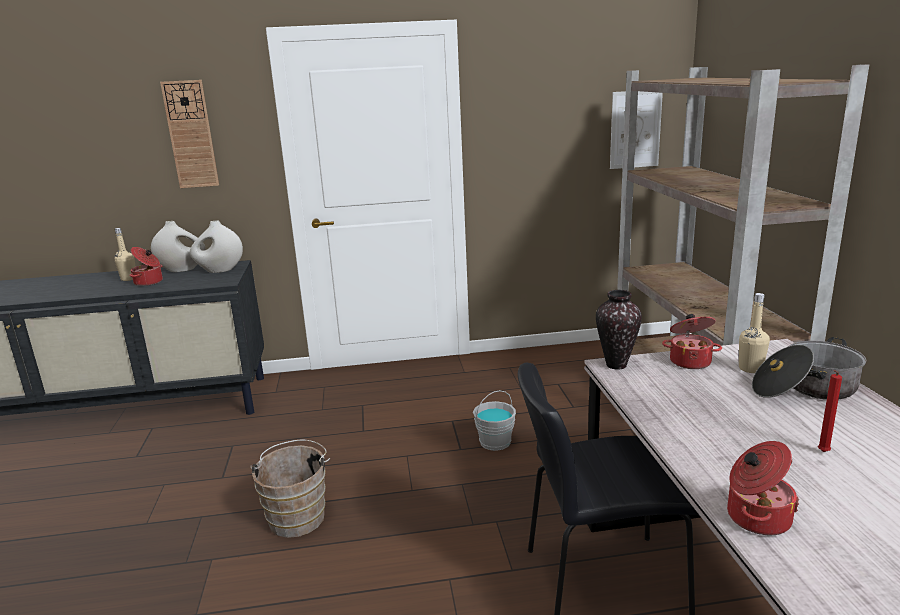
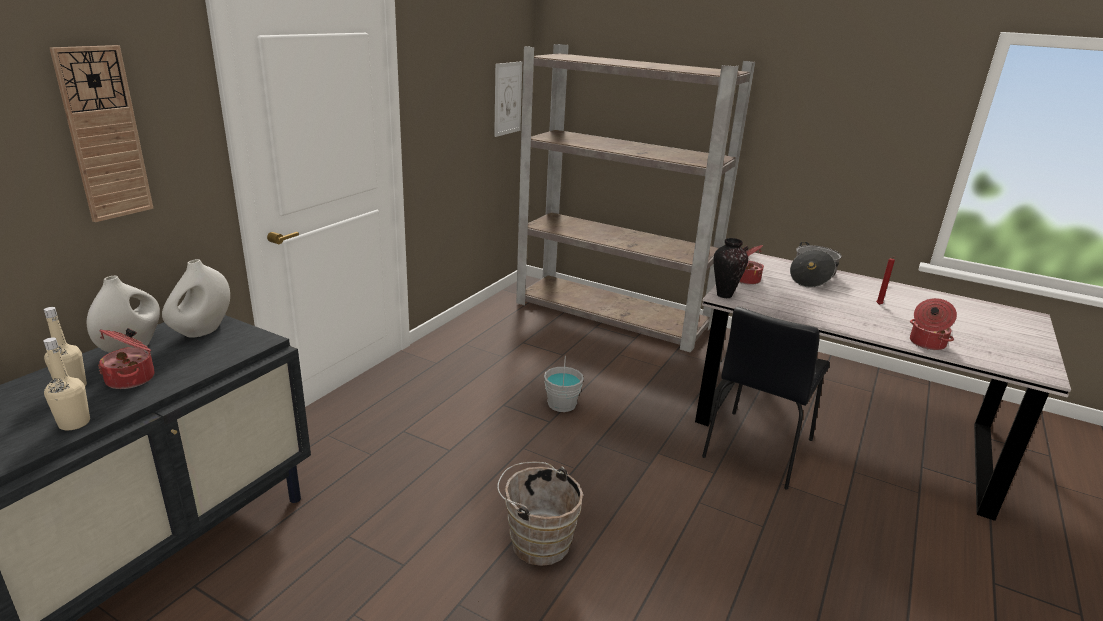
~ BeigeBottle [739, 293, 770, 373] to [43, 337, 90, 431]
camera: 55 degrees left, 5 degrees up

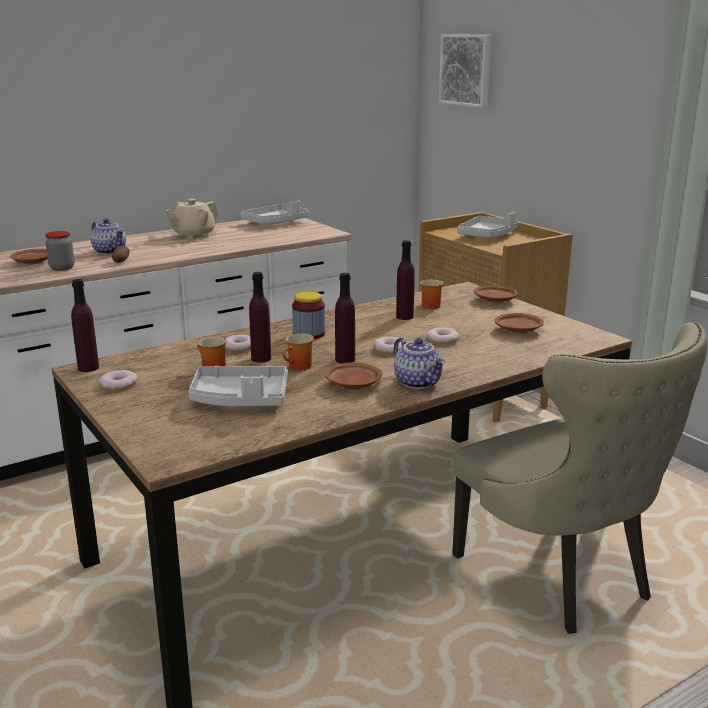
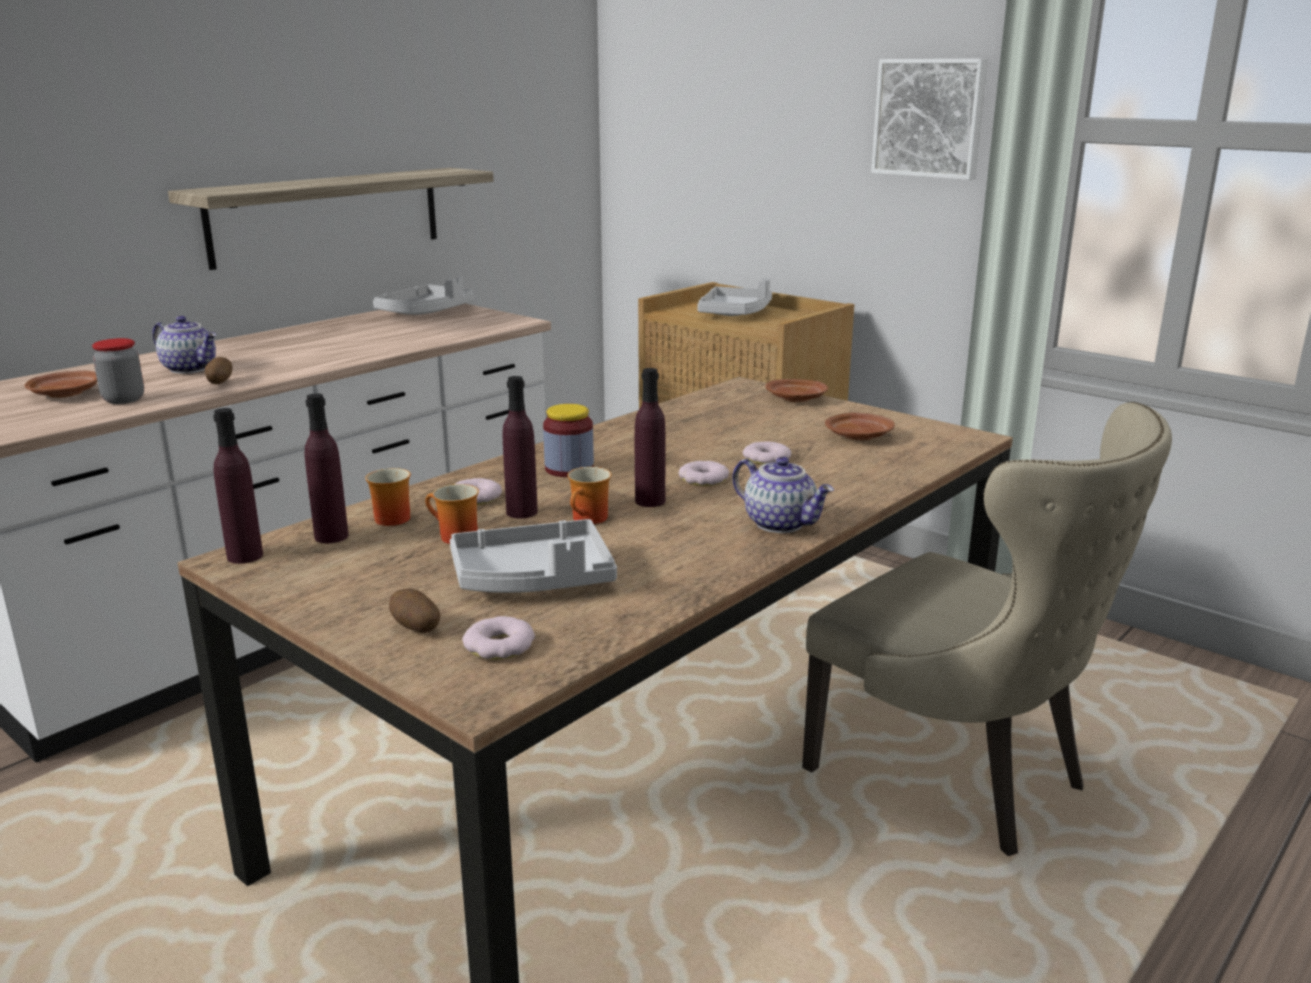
~ Donut [99, 370, 138, 390] to [462, 616, 535, 660]
- BeigeTeapot [165, 199, 219, 239]
- BrownPlate [325, 362, 382, 389]
~ PurpleBottle [396, 240, 415, 320] to [305, 394, 349, 543]
~ Mug [420, 280, 443, 309] to [365, 468, 411, 526]
~ Picture [439, 34, 492, 108] to [871, 59, 988, 180]
+ Shelf [168, 168, 494, 270]
+ Potato [389, 589, 440, 633]
camera: 15 degrees left, 0 degrees up

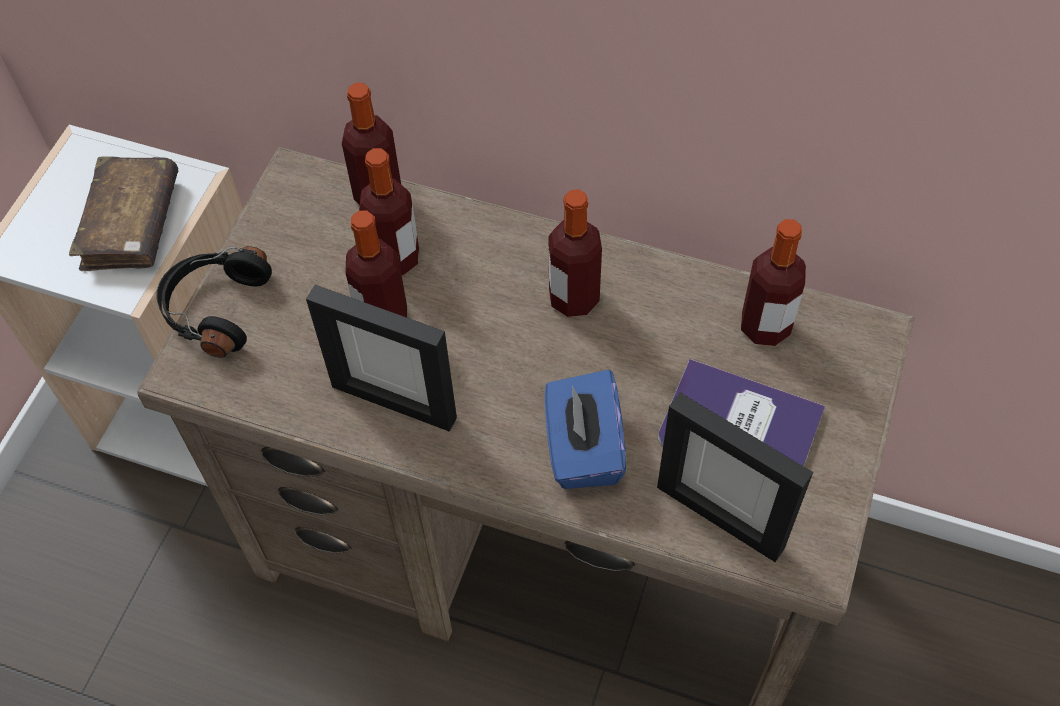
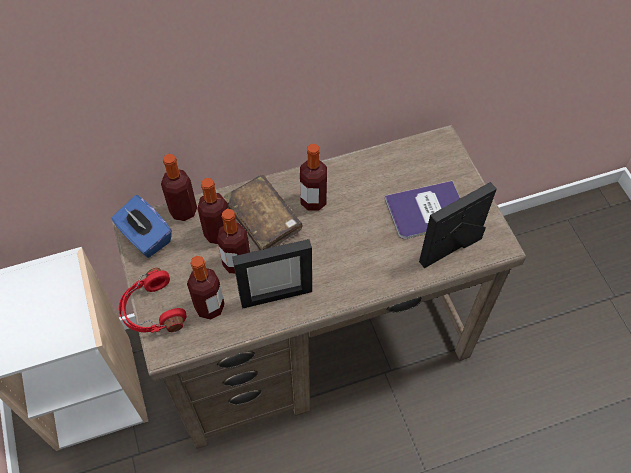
~ BrownBook [69, 156, 178, 271] to [224, 175, 303, 250]
~ BlackHeadphones [157, 246, 272, 358] to RedHeadphones [119, 268, 186, 333]
~ BlueTissueBox [545, 370, 626, 489] to [111, 195, 172, 258]
~ PictureFrame [657, 393, 813, 562] = [419, 182, 497, 268] 150 degrees clockwise
~ Bottle [741, 219, 806, 346] to [187, 256, 225, 320]
camera: 40 degrees left, 0 degrees up

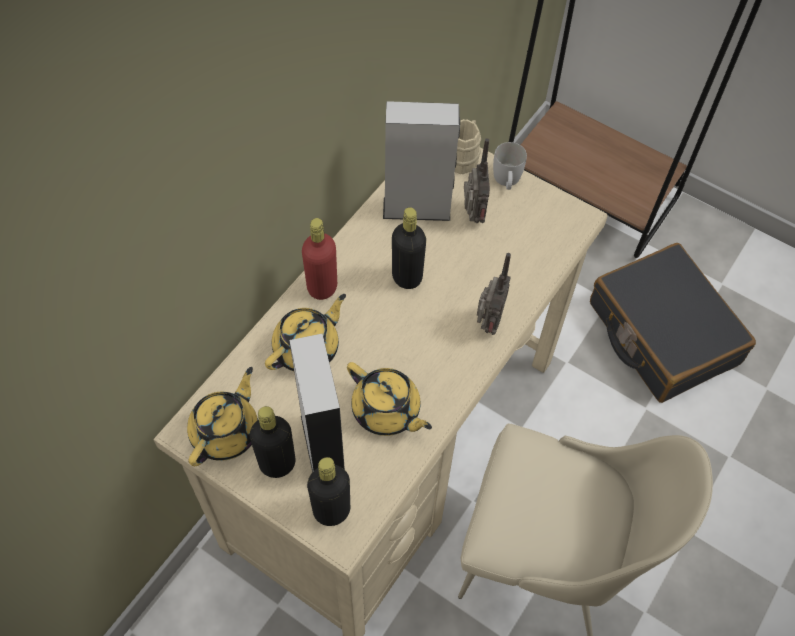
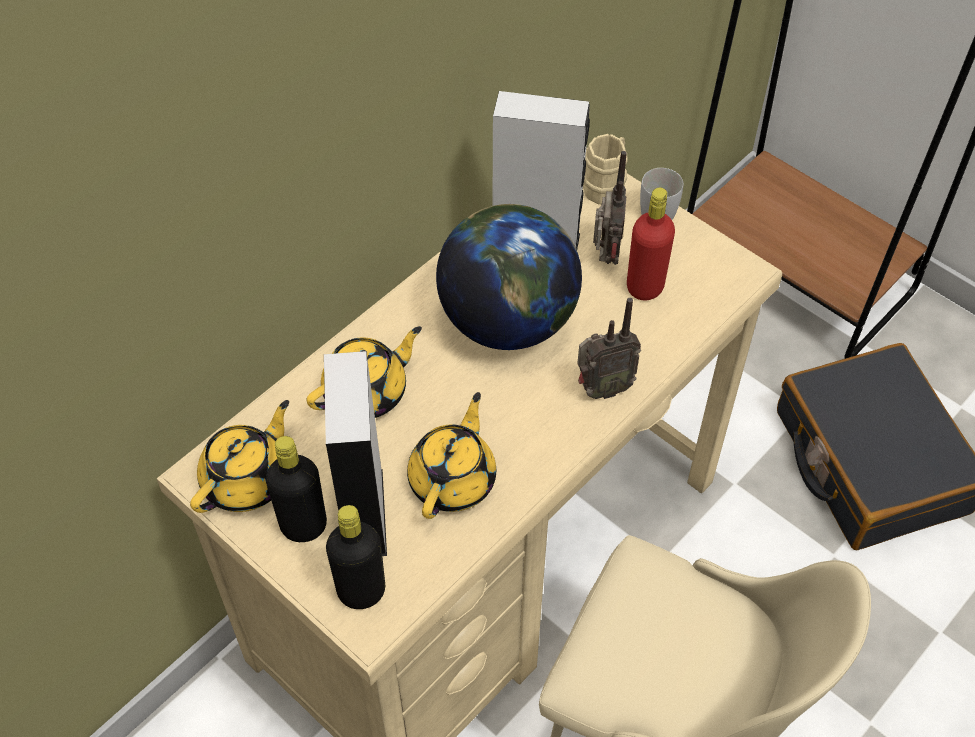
~ RedBottle [302, 218, 337, 300] to [627, 188, 675, 300]
~ YellowTeapot [347, 362, 432, 436] = [407, 392, 496, 519] 120 degrees counterclockwise
~ BlackBottle [392, 207, 426, 289] to Globe [436, 204, 582, 350]
~ Radio [477, 253, 511, 335] = [577, 298, 641, 399] 45 degrees clockwise
camera: 10 degrees right, 5 degrees down

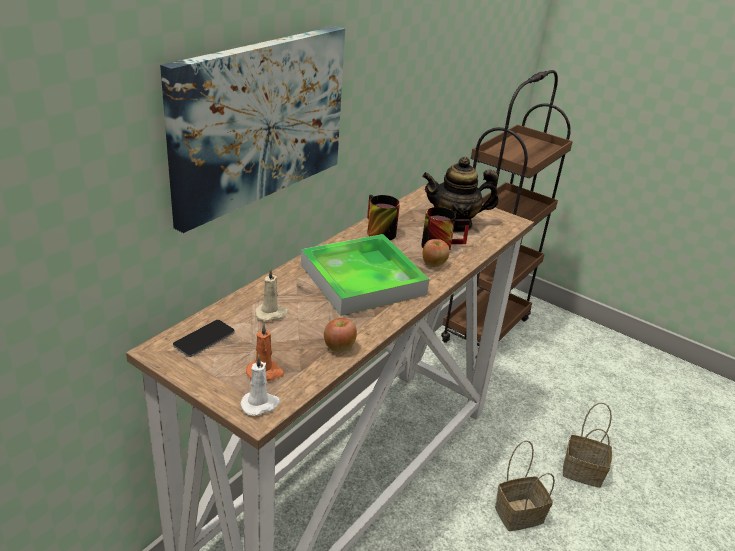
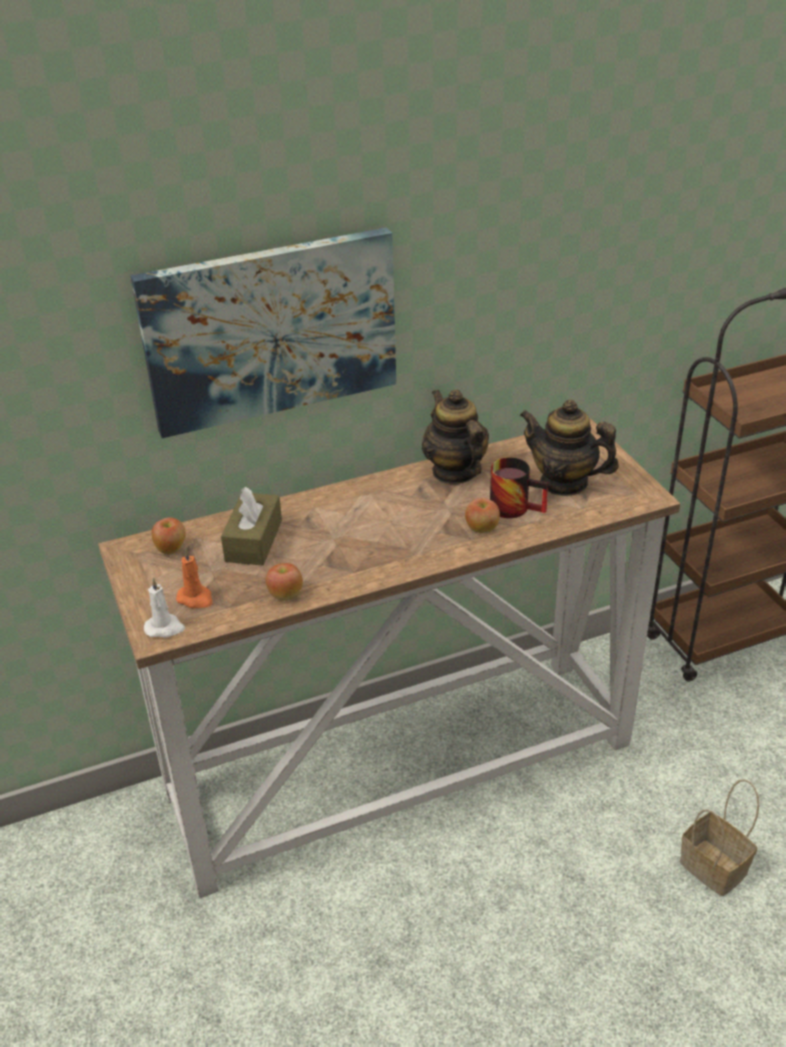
~ Phone [173, 320, 235, 357] to Apple [152, 518, 186, 554]
~ BeigeCandle [255, 268, 289, 321] to BrownTissueBox [221, 487, 282, 566]
- Tray [301, 234, 429, 316]
~ Mug [367, 195, 400, 240] to Teapot [422, 389, 489, 484]
- Basket [495, 440, 555, 531]
camera: 35 degrees right, 5 degrees up

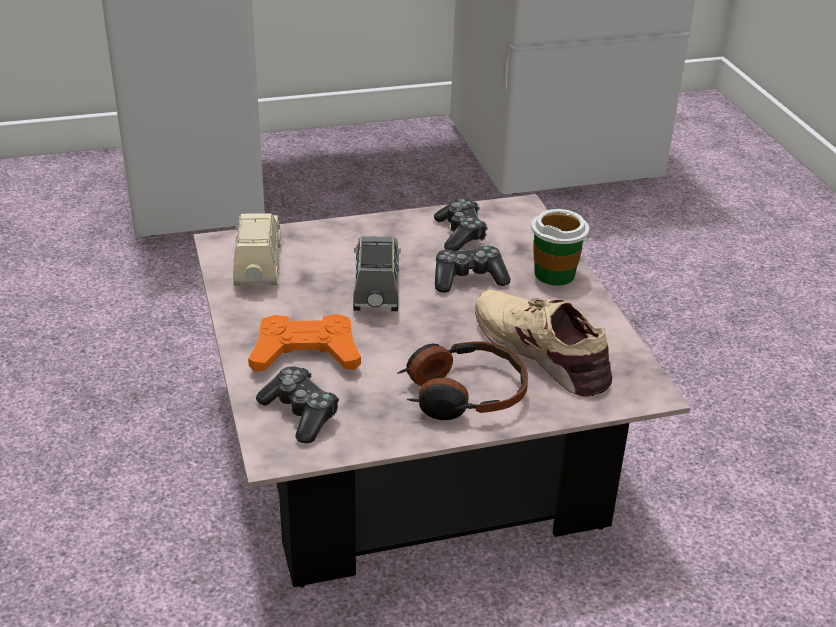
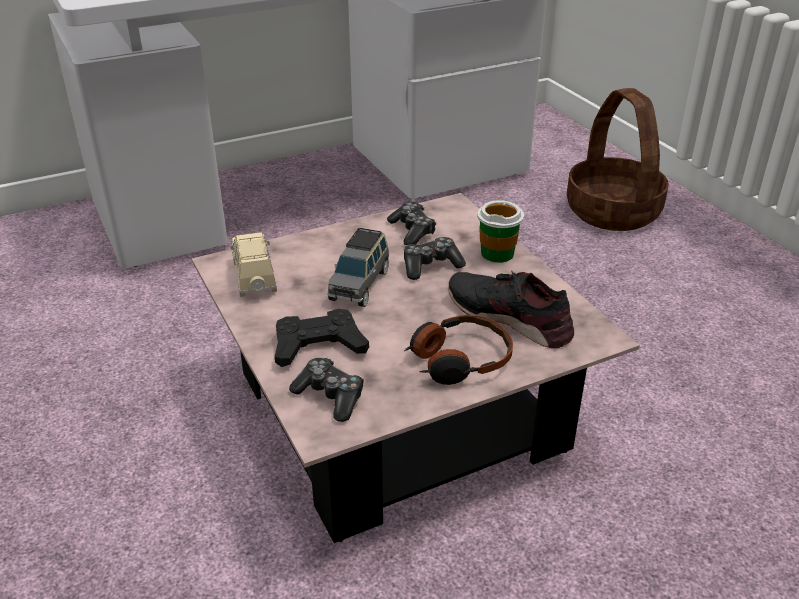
~ OrangeGameController [248, 314, 361, 372] to BlackGameController [275, 309, 369, 367]
~ GreyToyCar [353, 236, 401, 311] = [327, 227, 389, 307] 150 degrees counterclockwise
~ BeigeShoe [475, 290, 612, 397] to BlackShoe [448, 271, 574, 348]
+ Basket [567, 88, 669, 231]
camera: 10 degrees left, 0 degrees up

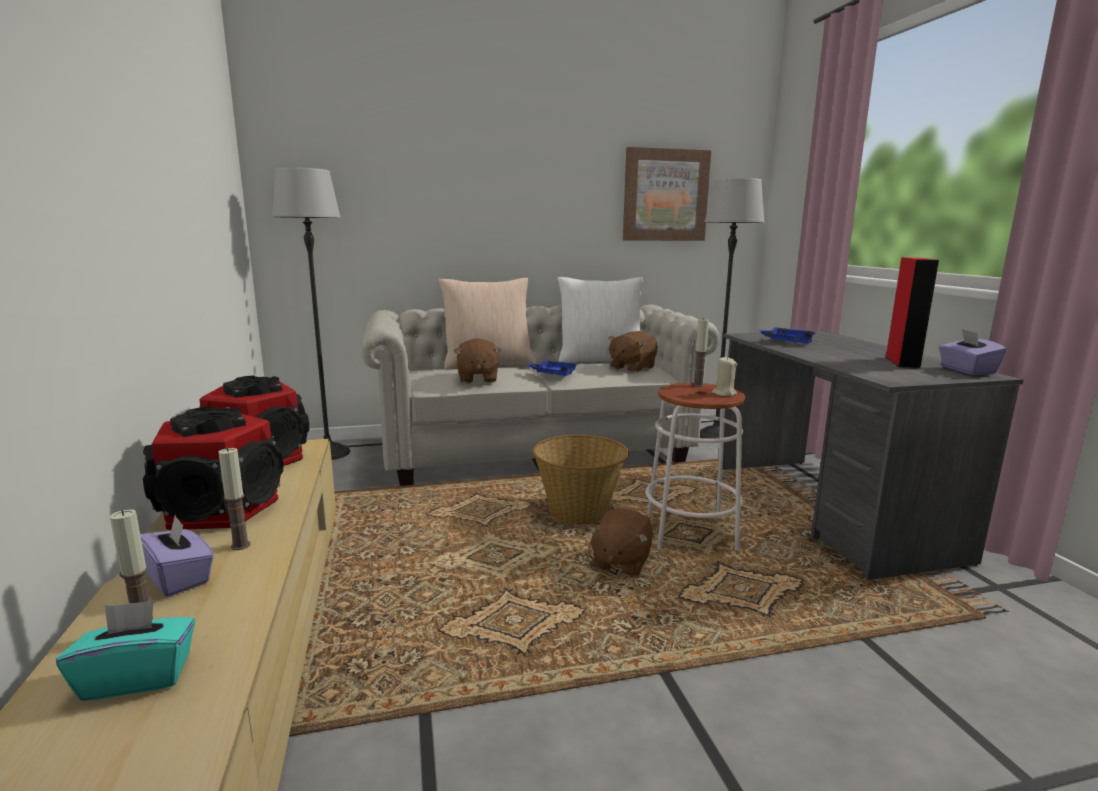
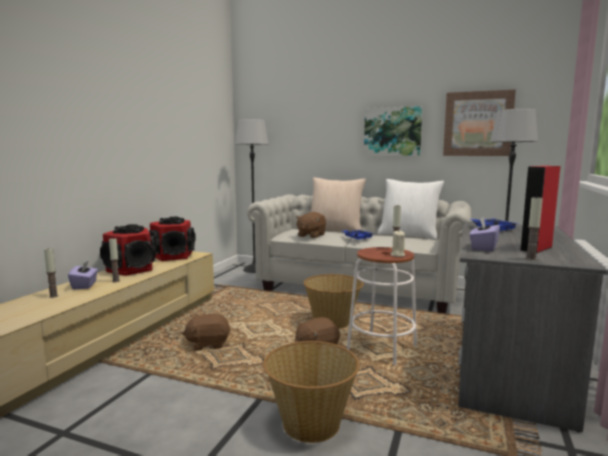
- TurquoiseTissueBox [56, 600, 195, 701]
~ BrownPlushToy [608, 331, 658, 373] to [182, 313, 231, 351]
~ PurpleTissueBox [939, 329, 1007, 375] to [469, 217, 500, 251]
+ Basket [263, 341, 360, 443]
+ Picture [364, 106, 422, 157]
+ Candle [525, 197, 543, 260]
camera: 35 degrees right, 5 degrees down

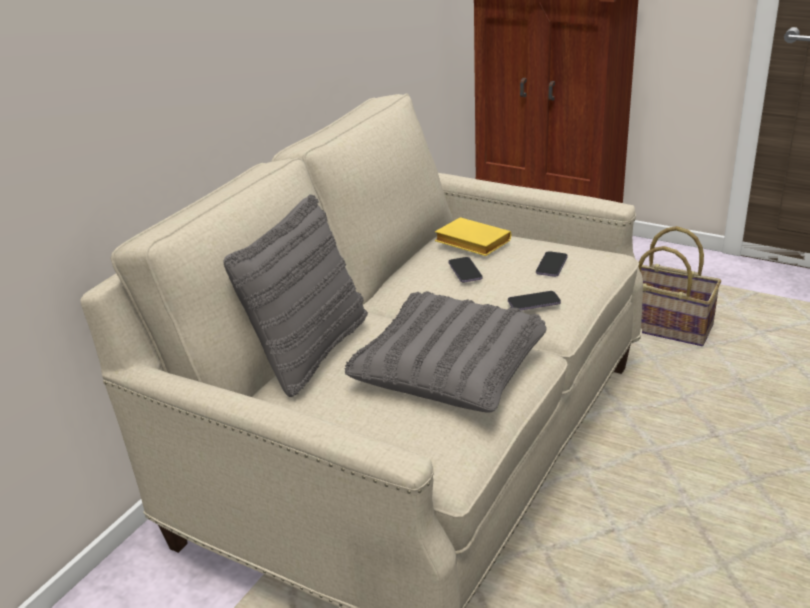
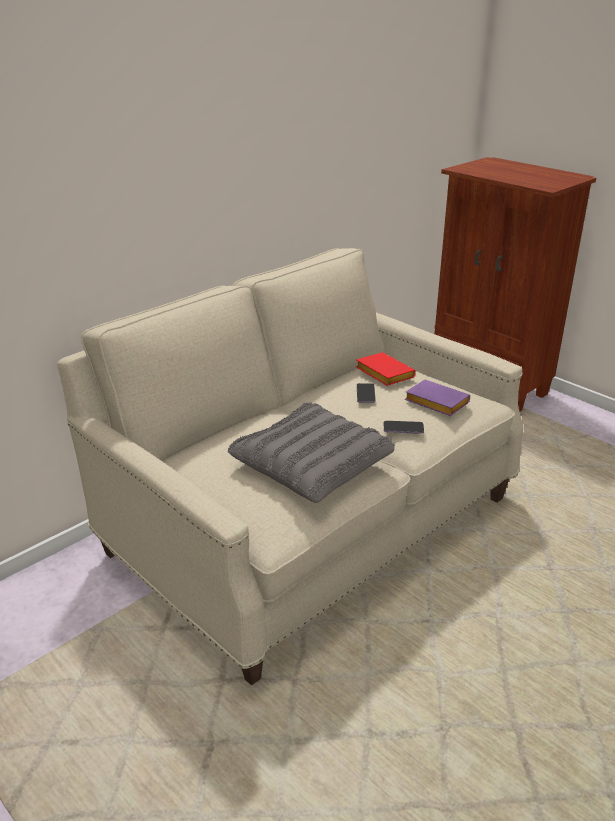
- GreyPillow [224, 194, 368, 397]
~ YellowBook [435, 217, 511, 256] to RedBook [356, 352, 416, 386]
~ Phone [536, 251, 568, 277] to PurpleBook [405, 380, 470, 416]
- Basket [638, 226, 721, 346]
camera: 15 degrees right, 0 degrees up

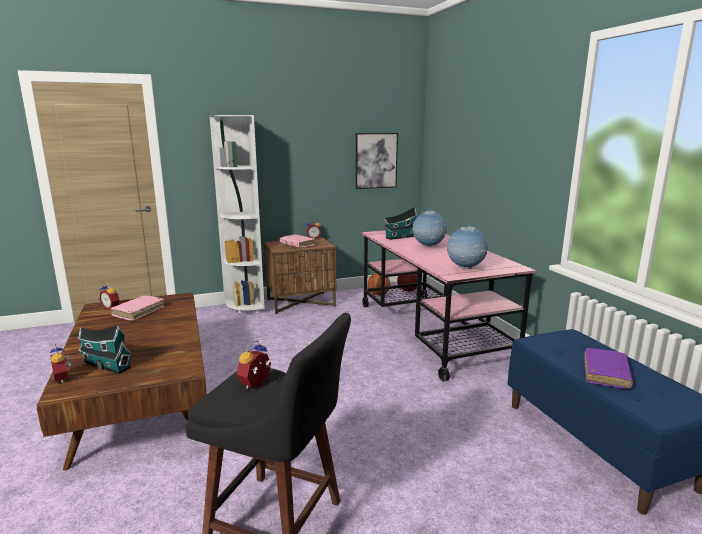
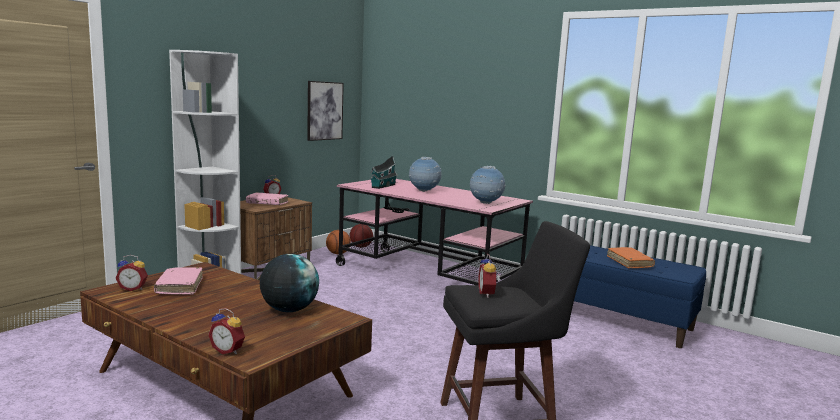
- ToyHouse [78, 326, 132, 374]
~ PurpleBook [584, 348, 633, 389] to OrangeBook [607, 247, 655, 268]
+ Globe [260, 254, 319, 312]
camera: 35 degrees left, 5 degrees down

